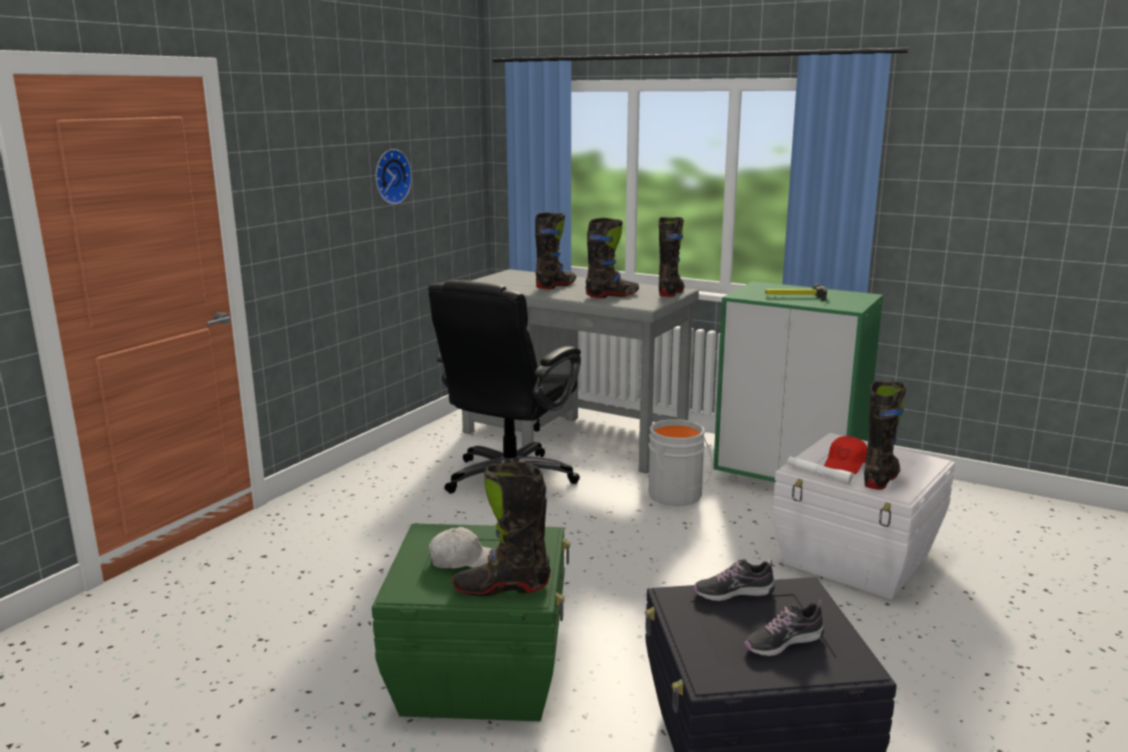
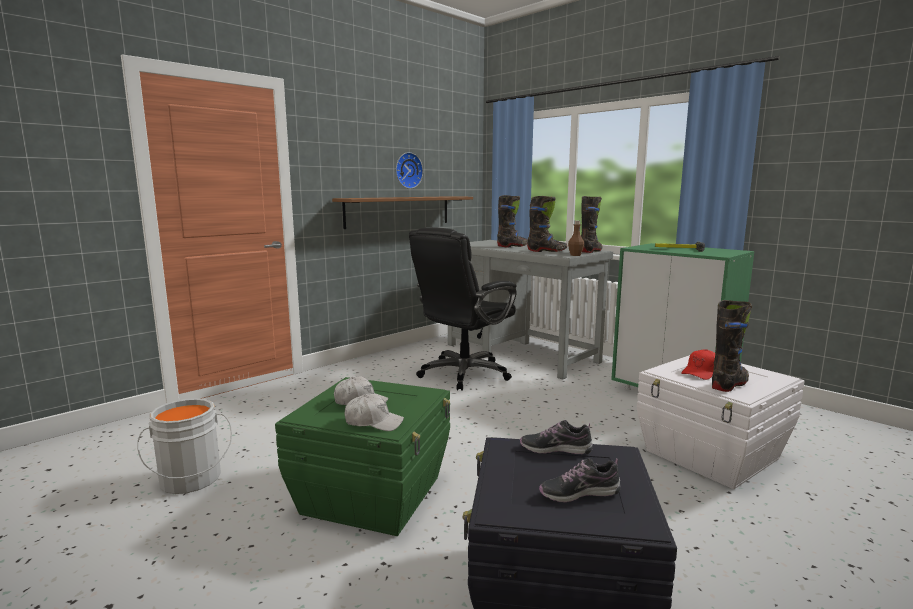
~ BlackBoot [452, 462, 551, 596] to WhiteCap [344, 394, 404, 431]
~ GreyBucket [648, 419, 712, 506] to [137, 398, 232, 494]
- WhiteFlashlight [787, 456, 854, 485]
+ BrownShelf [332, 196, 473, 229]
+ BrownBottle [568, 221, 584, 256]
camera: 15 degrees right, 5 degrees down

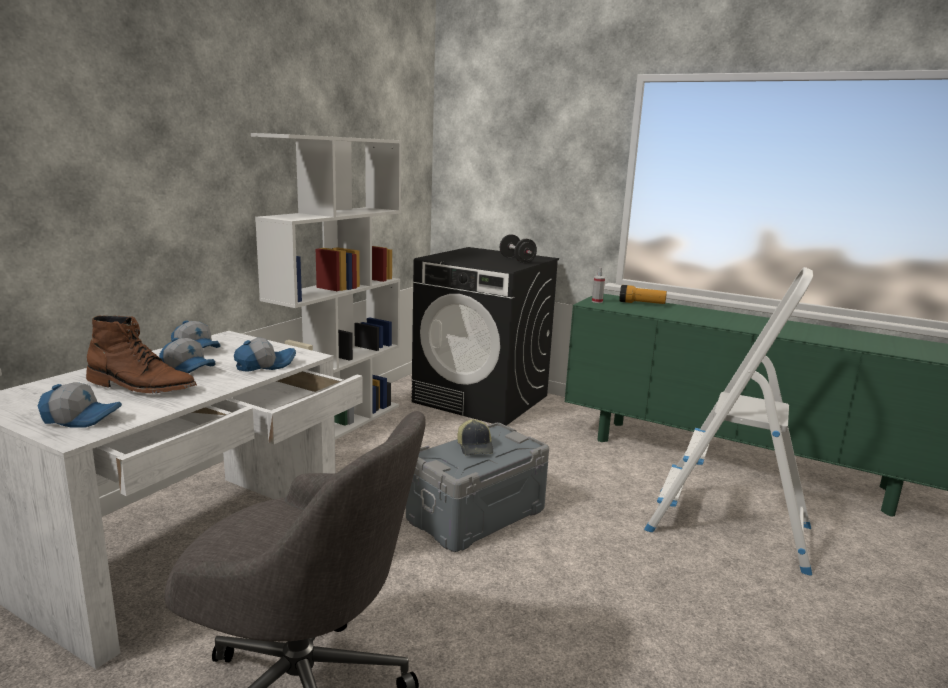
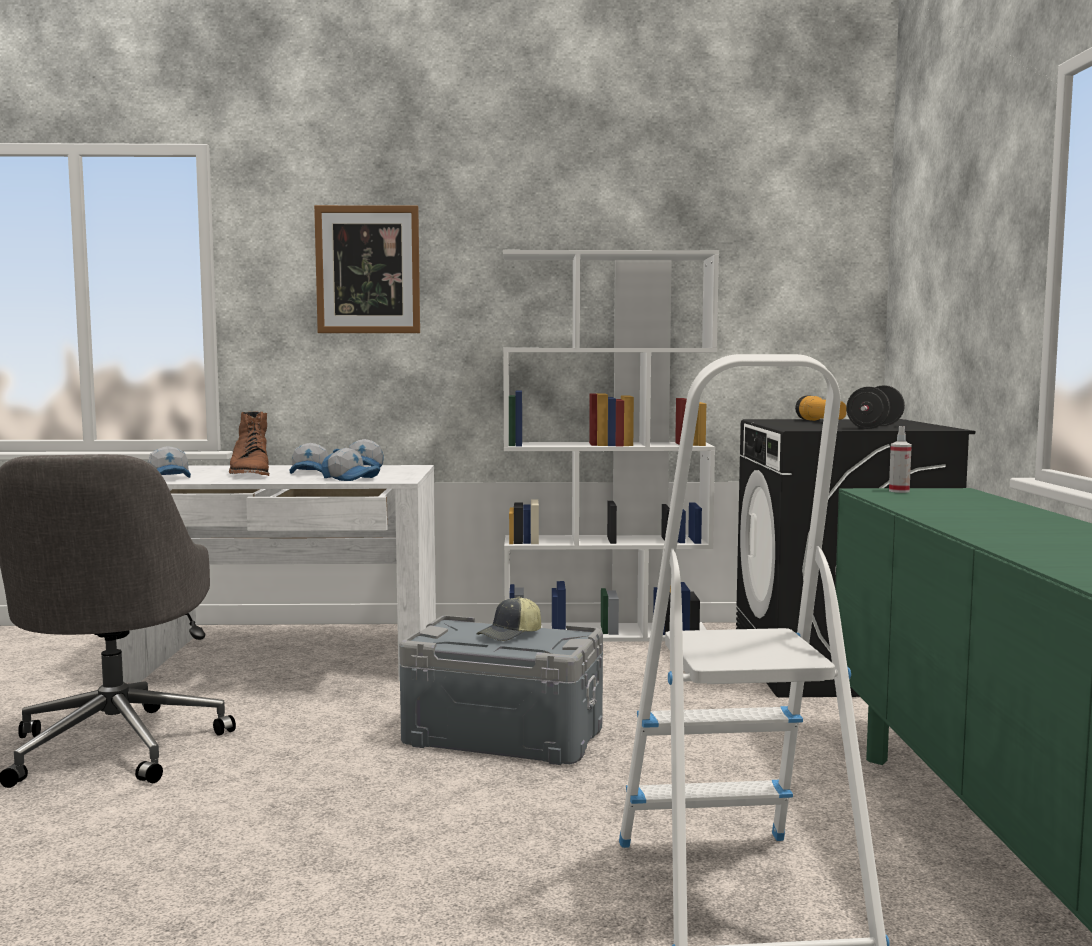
~ Flashlight [619, 285, 667, 304] to [795, 395, 847, 421]
+ Picture [314, 205, 420, 333]
camera: 60 degrees right, 10 degrees down

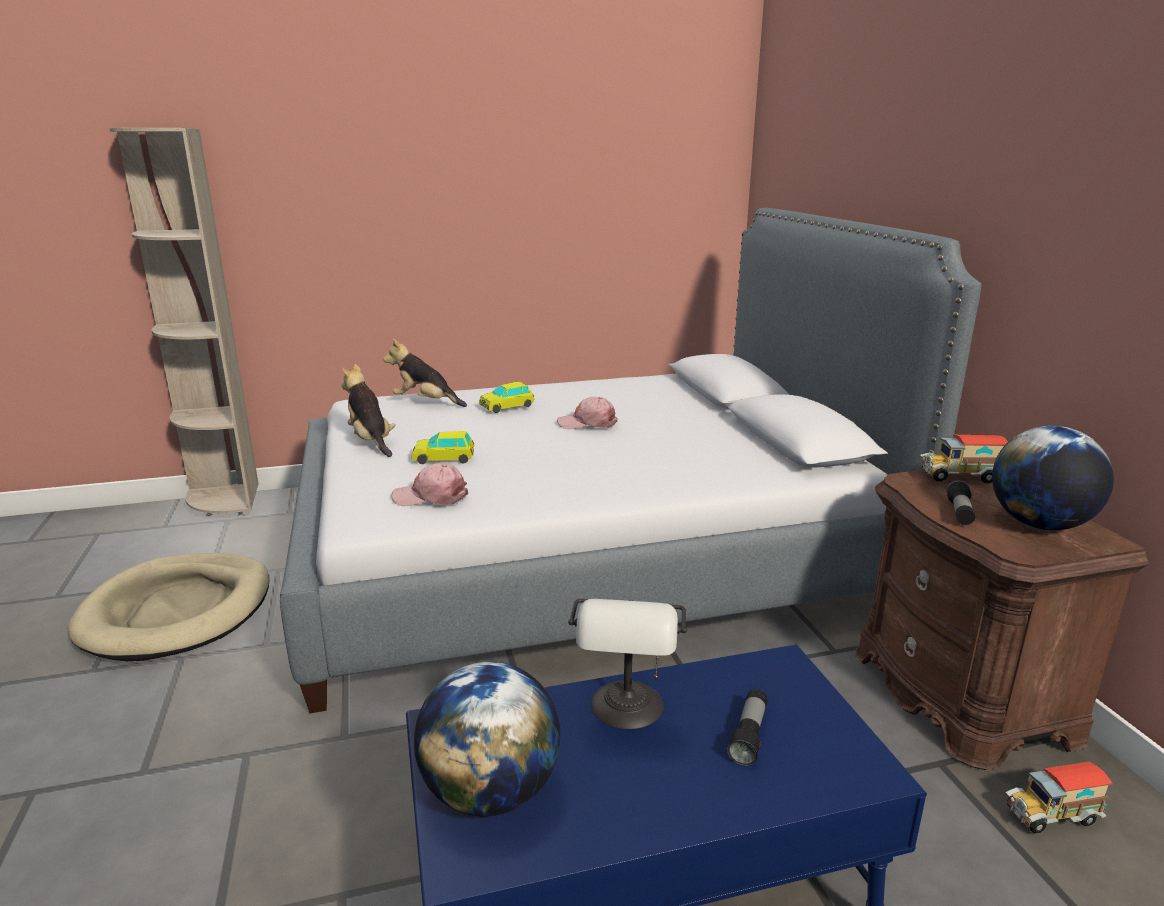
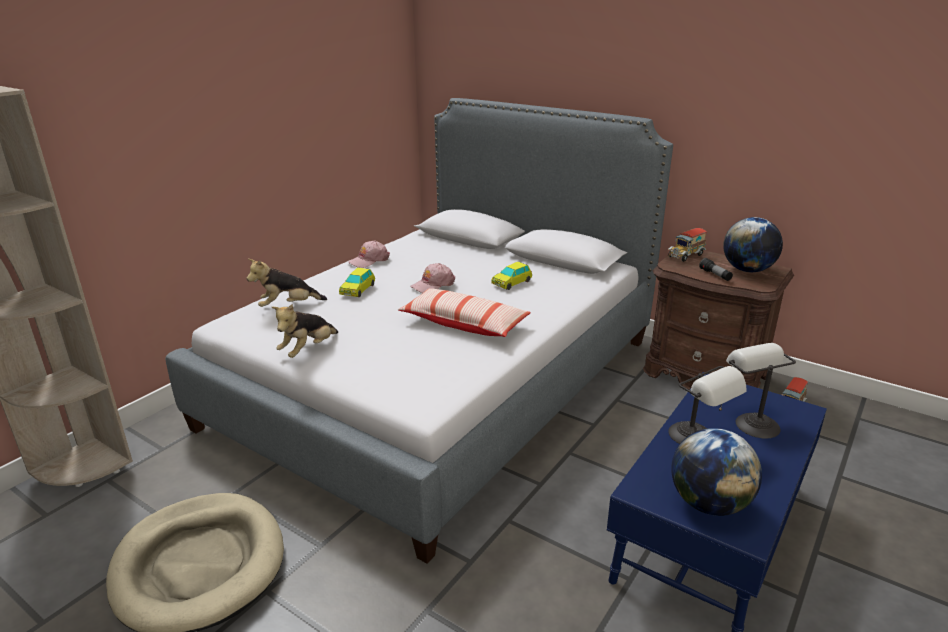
~ PlushToy [341, 364, 396, 457] = [272, 304, 338, 358] 75 degrees counterclockwise
~ PinkCap [392, 463, 468, 506] to [348, 241, 390, 268]
~ ToyCar [412, 431, 474, 464] to [491, 262, 532, 290]
~ Flashlight [727, 689, 768, 766] to TableLamp [726, 343, 796, 439]
+ Pillow [398, 288, 531, 337]
camera: 40 degrees left, 5 degrees up

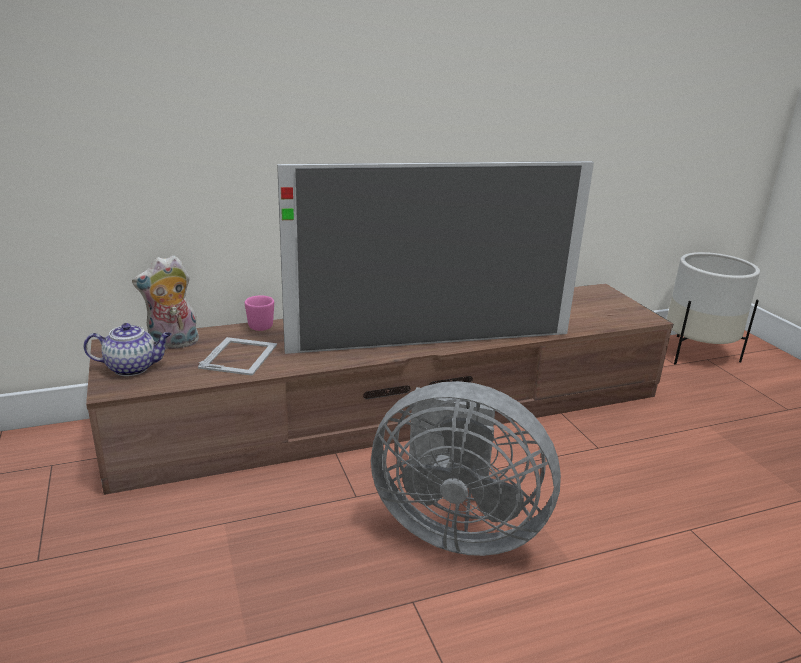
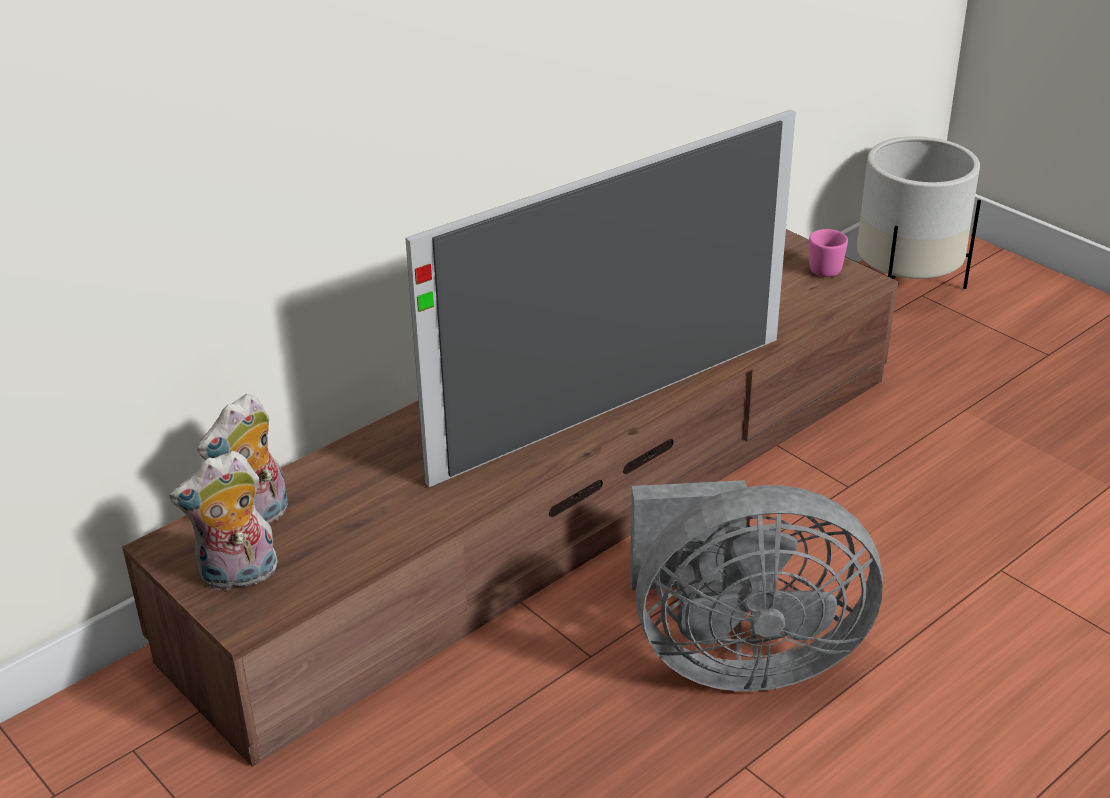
~ Teapot [83, 323, 172, 376] to PlushToy [170, 451, 277, 592]
- PictureFrame [198, 337, 277, 376]
~ PinkMug [245, 295, 274, 331] to [809, 229, 848, 277]
camera: 20 degrees left, 10 degrees up

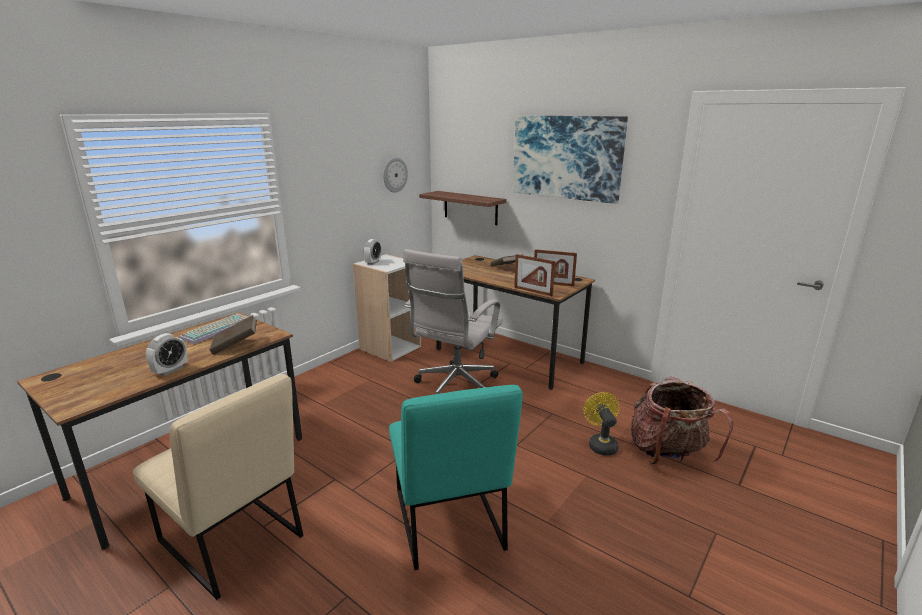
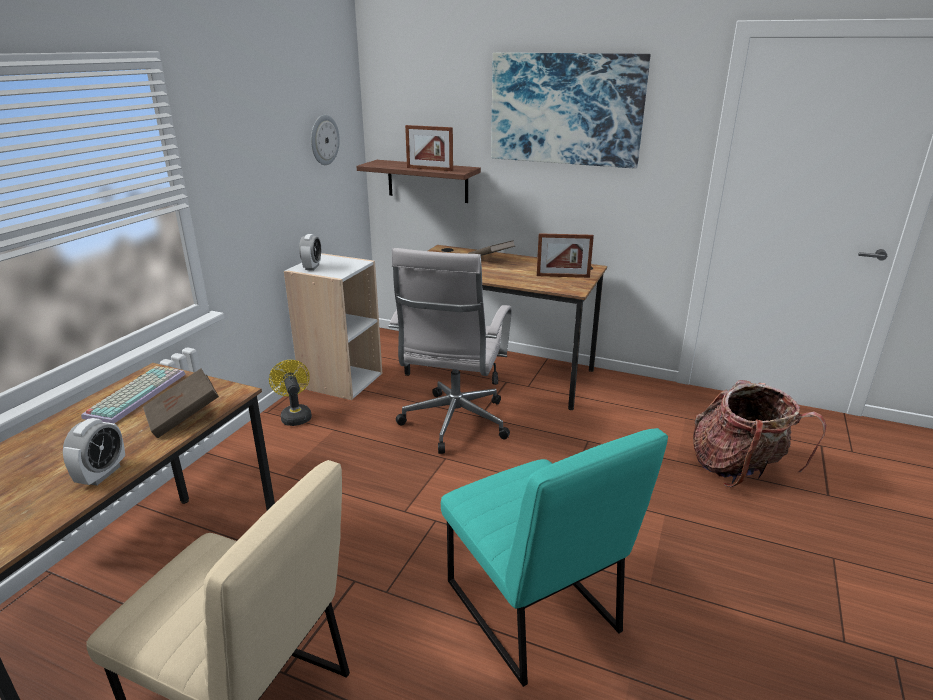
~ PictureFrame [514, 254, 555, 296] to [405, 125, 453, 171]
~ YellowFan [583, 392, 620, 455] to [269, 360, 312, 426]
camera: 15 degrees left, 5 degrees up

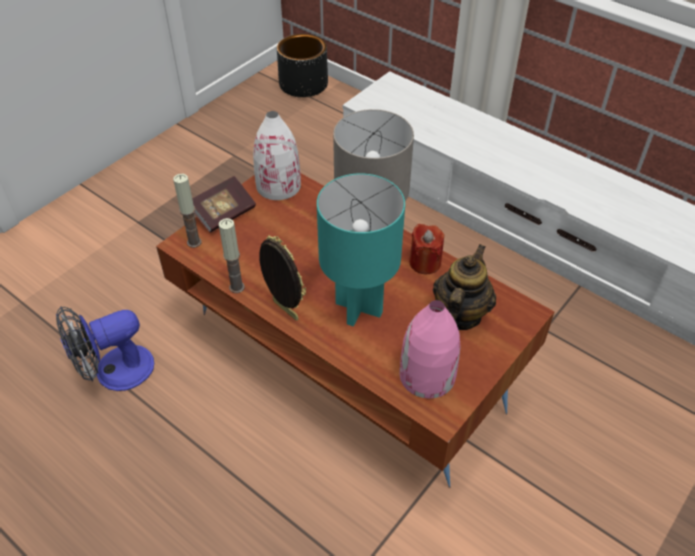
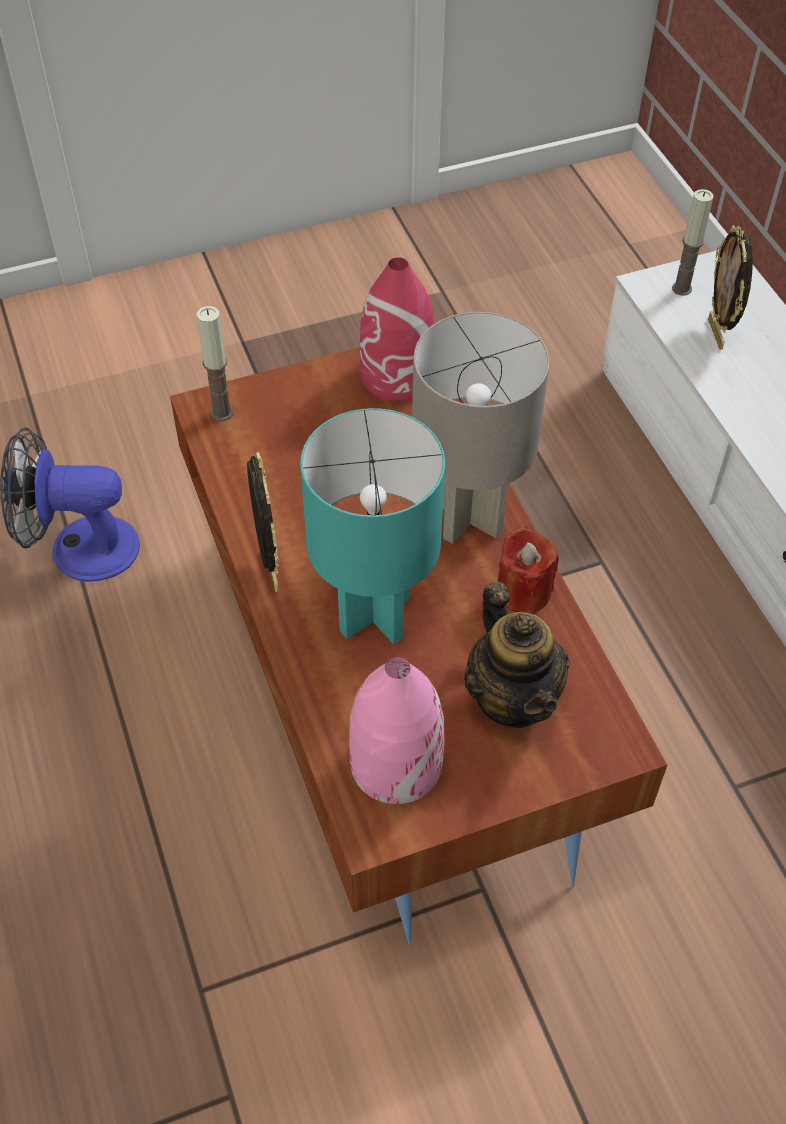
- Book [192, 176, 256, 233]
~ Candle [219, 218, 245, 293] to [672, 189, 713, 296]
~ WhiteVase [253, 111, 301, 200] to RedVase [360, 257, 435, 401]
- BlackPlanter [277, 34, 328, 98]
~ Teapot [433, 244, 496, 330] = [464, 582, 570, 728] 105 degrees clockwise
+ PictureFrame [708, 225, 753, 350]
camera: 30 degrees right, 5 degrees up

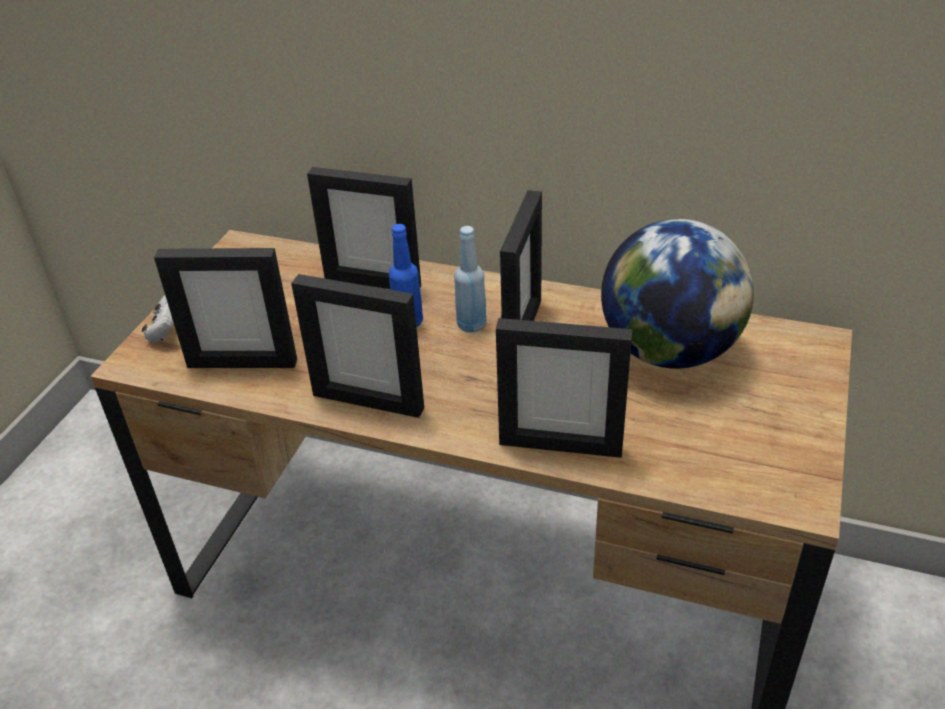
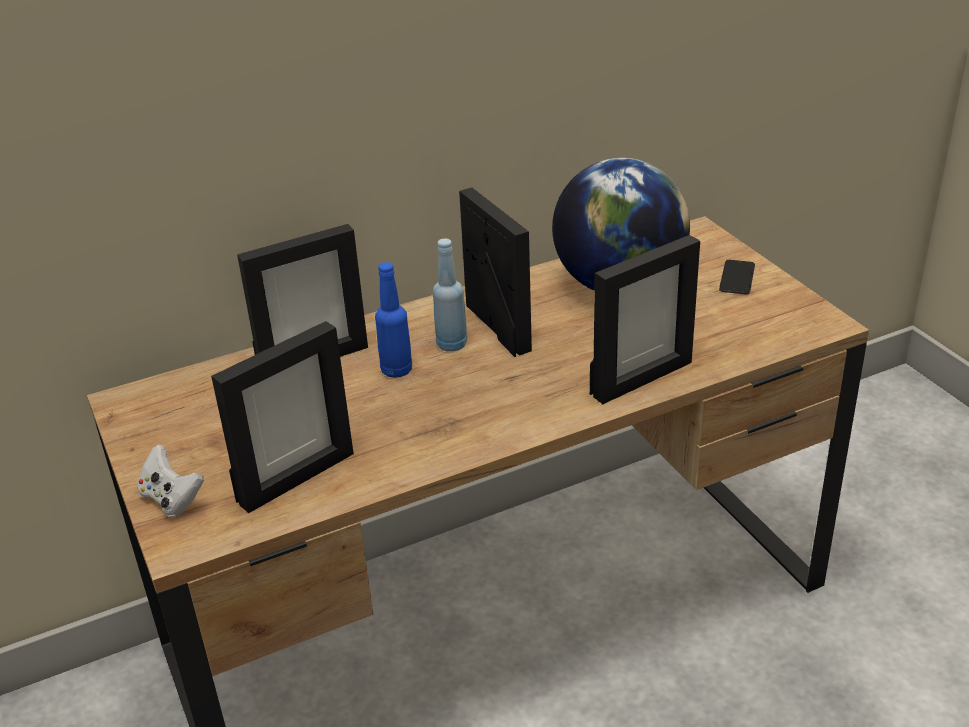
- PictureFrame [291, 274, 424, 418]
+ Phone [719, 260, 755, 294]
camera: 45 degrees left, 5 degrees down

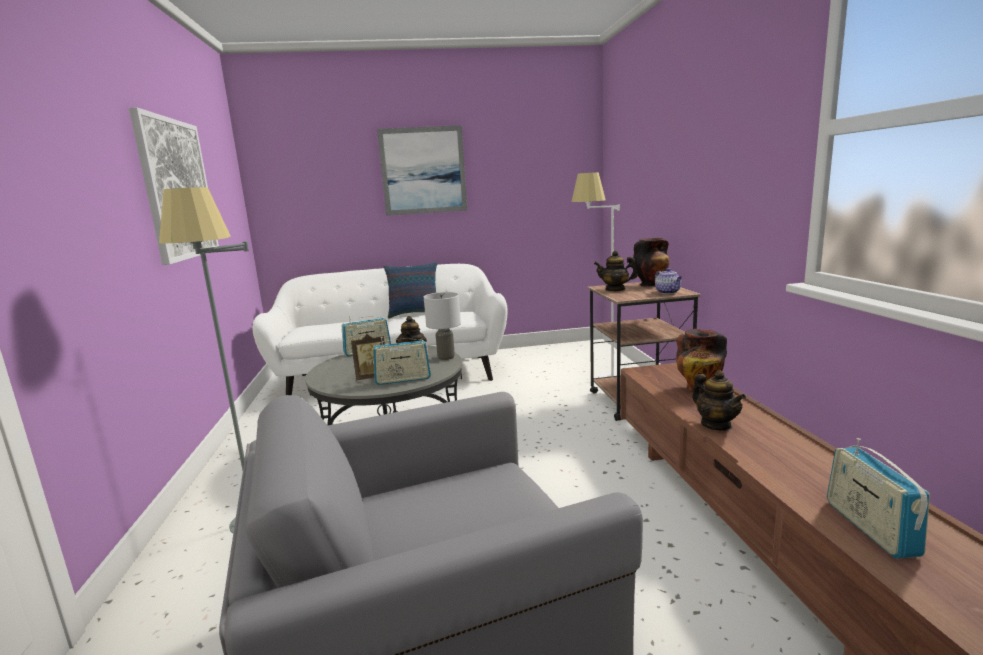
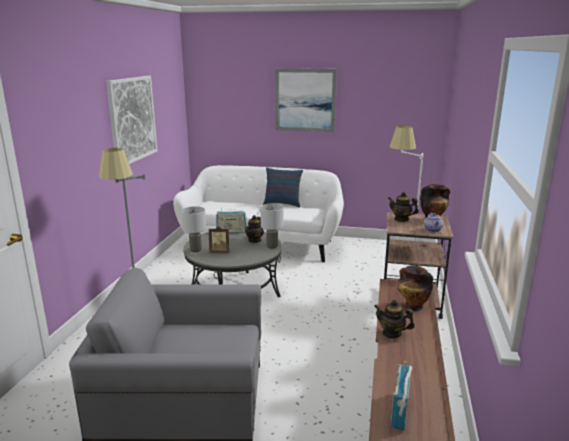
- Radio [372, 337, 431, 385]
~ Teapot [692, 370, 746, 431] = [374, 300, 415, 339] 120 degrees clockwise
+ WhiteTableLamp [181, 206, 206, 252]
camera: 20 degrees right, 5 degrees up

